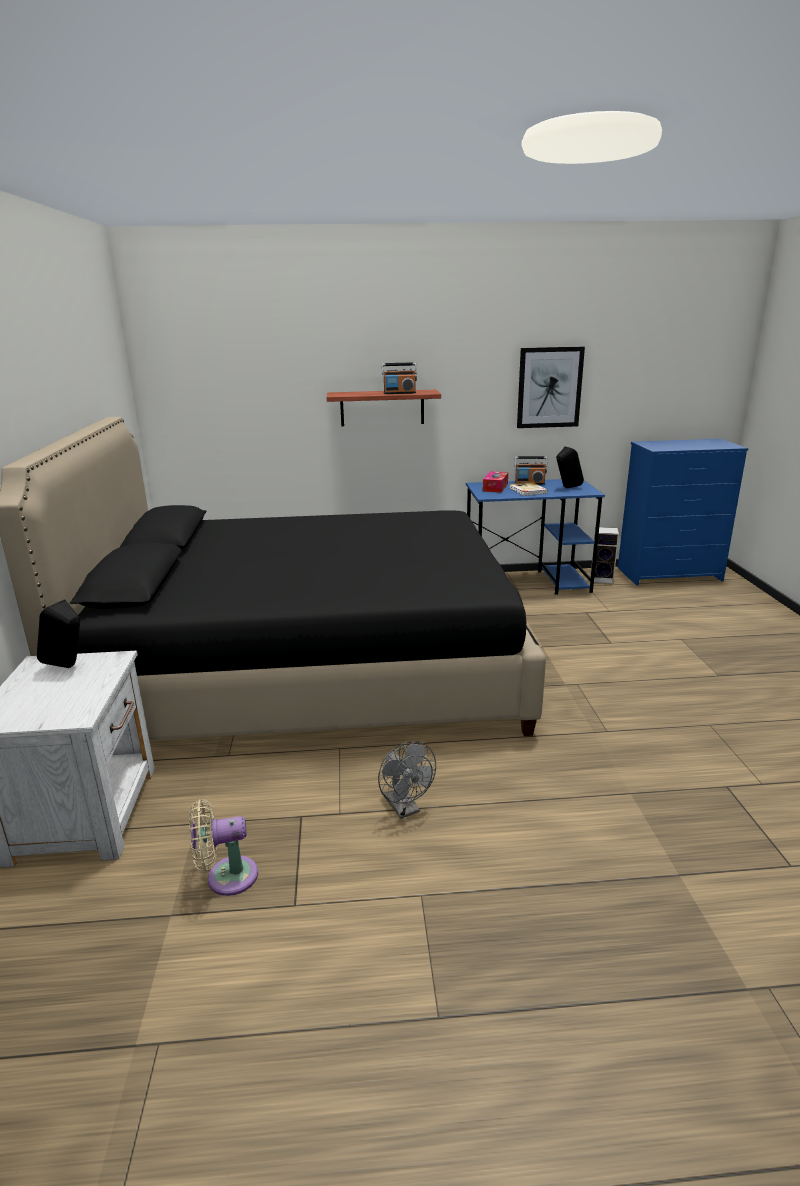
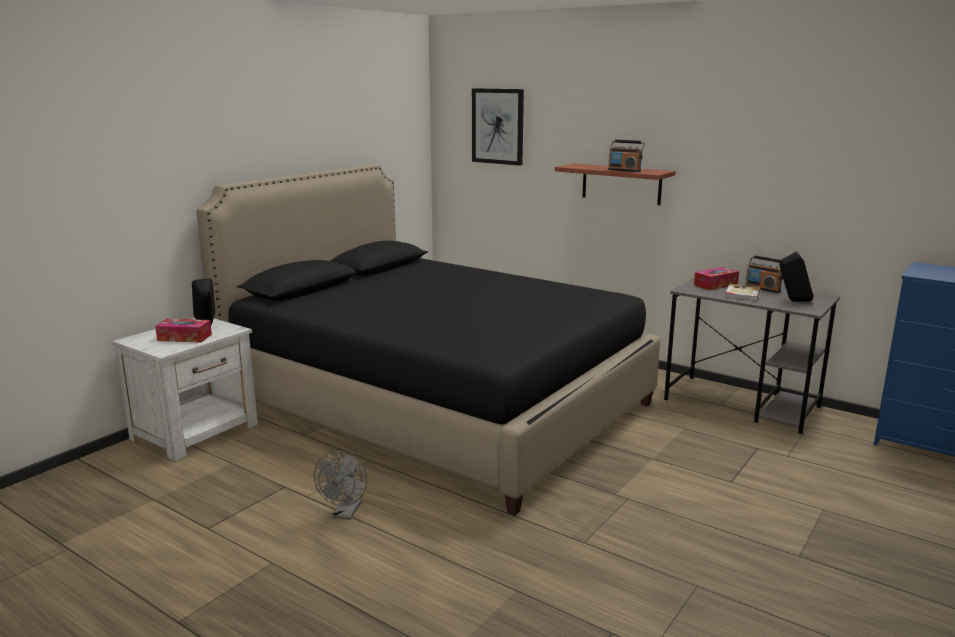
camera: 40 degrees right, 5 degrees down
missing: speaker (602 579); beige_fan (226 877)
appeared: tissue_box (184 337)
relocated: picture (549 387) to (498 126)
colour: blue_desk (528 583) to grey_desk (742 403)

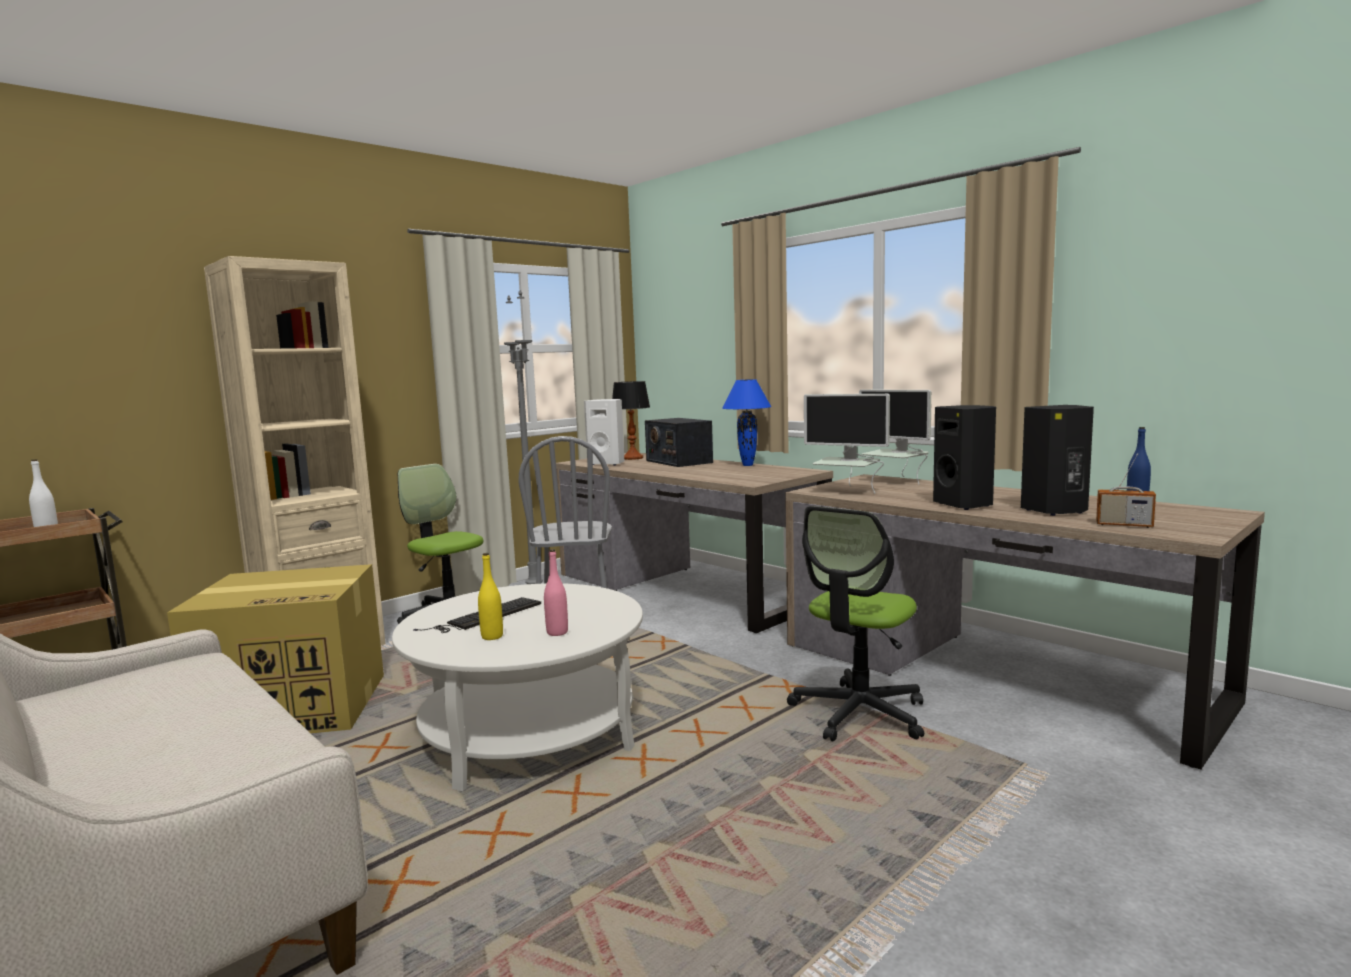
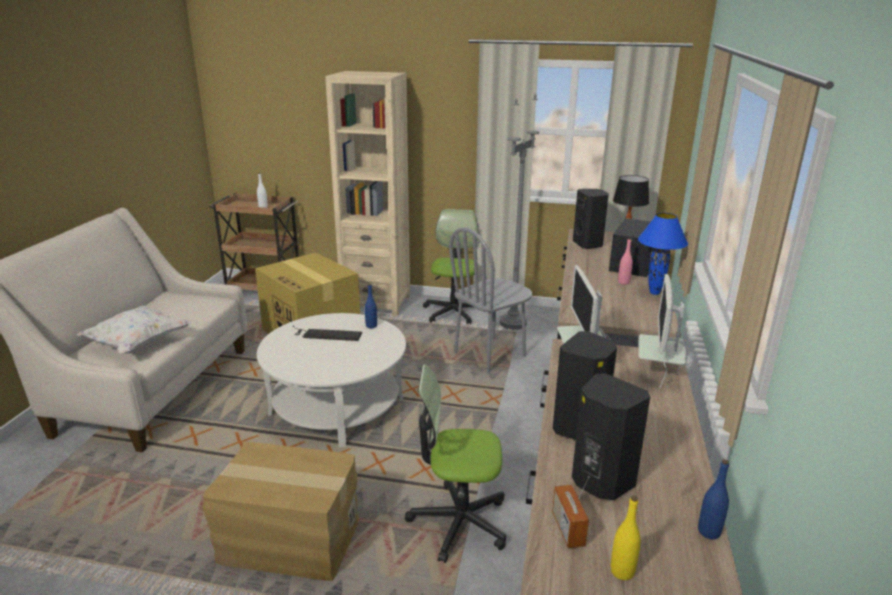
camera: 55 degrees right, 15 degrees up
appeared: blue_bottle (371 326); white_pillow (138 344); cardboard_box (289 541)
relocated: pink_bottle (557 632) to (623 282); yellow_bottle (492 636) to (622 571)
colour: white_speaker (607 463) to black_speaker (588 244)

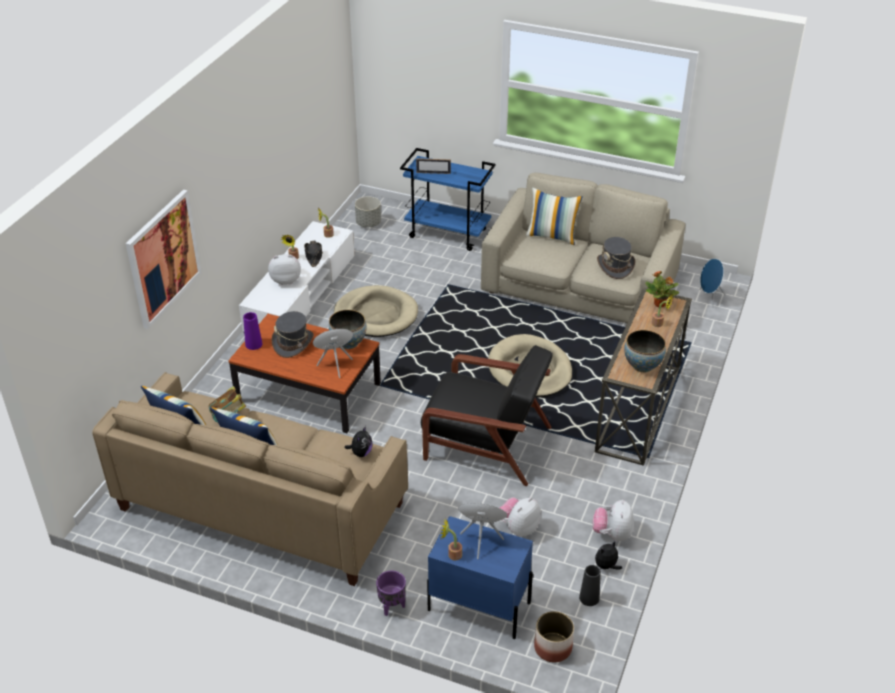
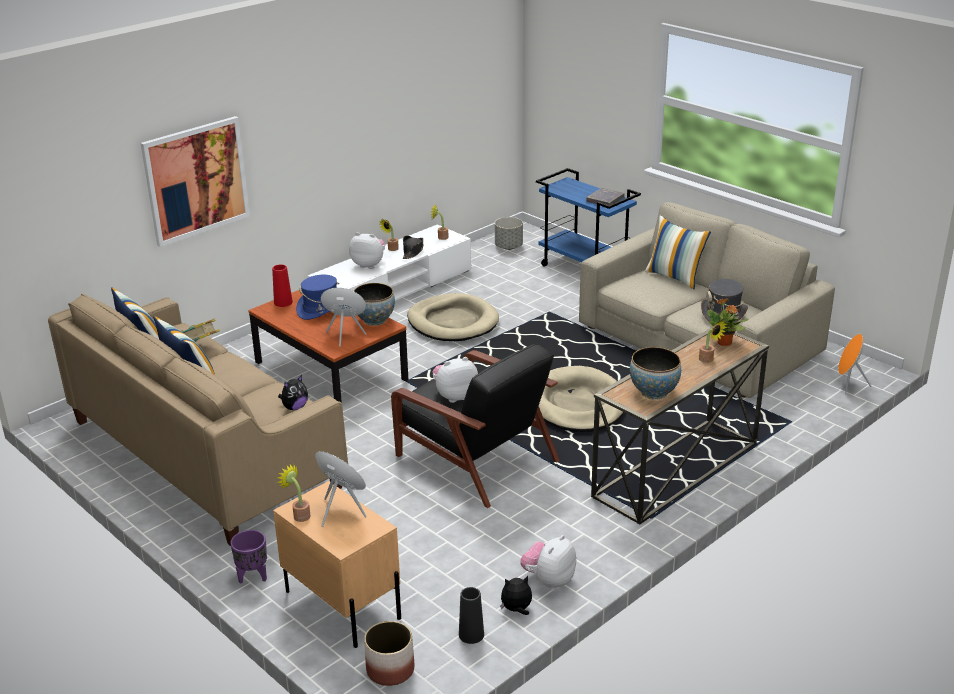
camera: 25 degrees right, 10 degrees down
missing: picture_frame (433 173)
appeared: grey_book (605 200)
relocated: plush_toy (518 528) to (454 396)
colour: blue_speaker (709 298) to orange_speaker (848 385); grey_hat (293 343) to blue_hat (321 309); purple_vase (253 344) to red_vase (283 302); blue_nightstand (478 606) to beige_nightstand (342 604)

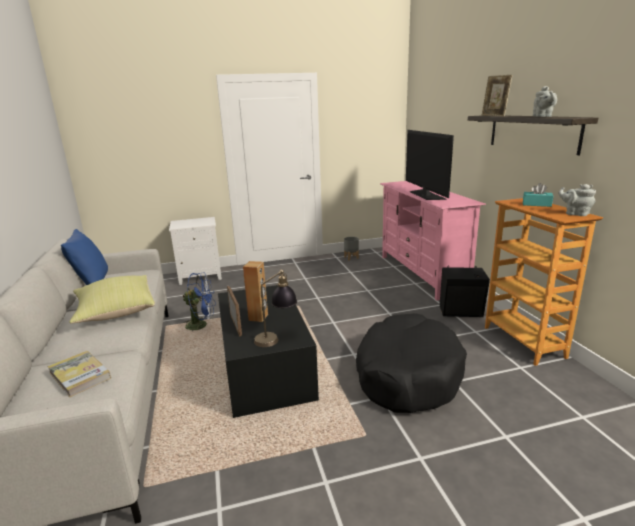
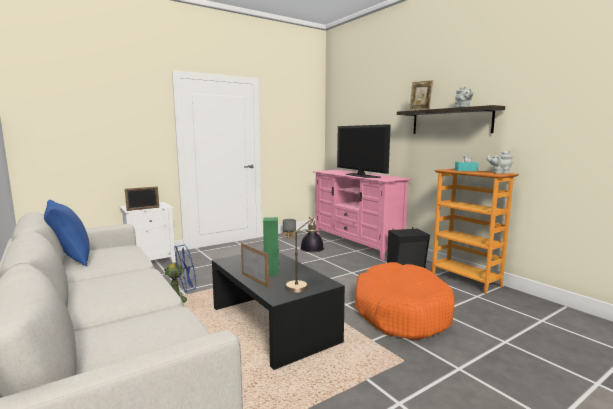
camera: 20 degrees left, 10 degrees down
missing: yellow_pillow (115 312); book (80 375)
appeared: picture_frame (143 209)
colour: brown_speaker (258 317) to green_speaker (271 272); black_dog_bed (407 374) to orange_dog_bed (400 312)

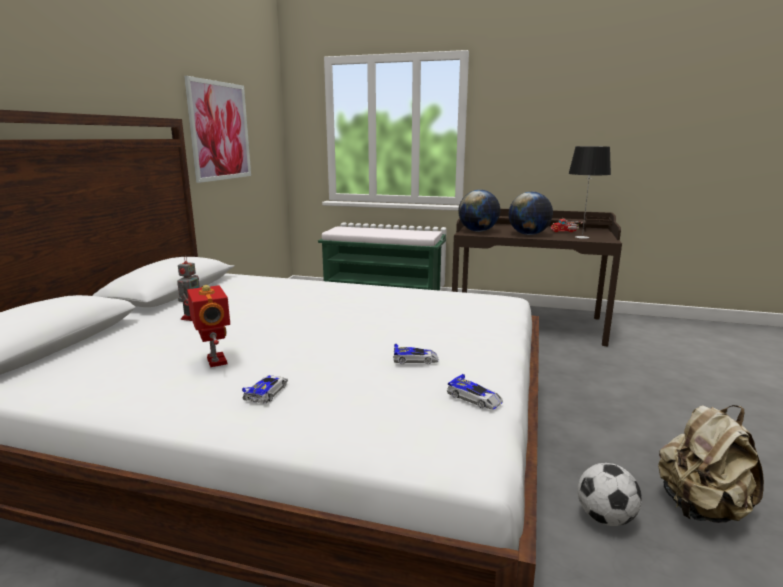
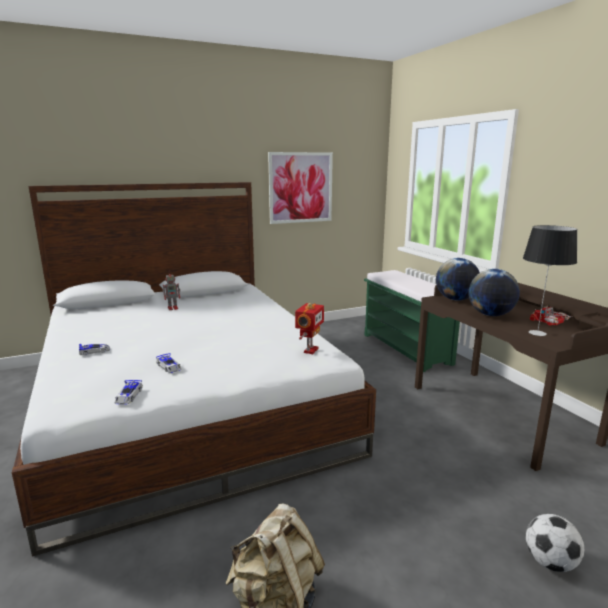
camera: 50 degrees right, 0 degrees up
relocated: toy_robot (215 361) to (309 350); football (605 518) to (550 562)

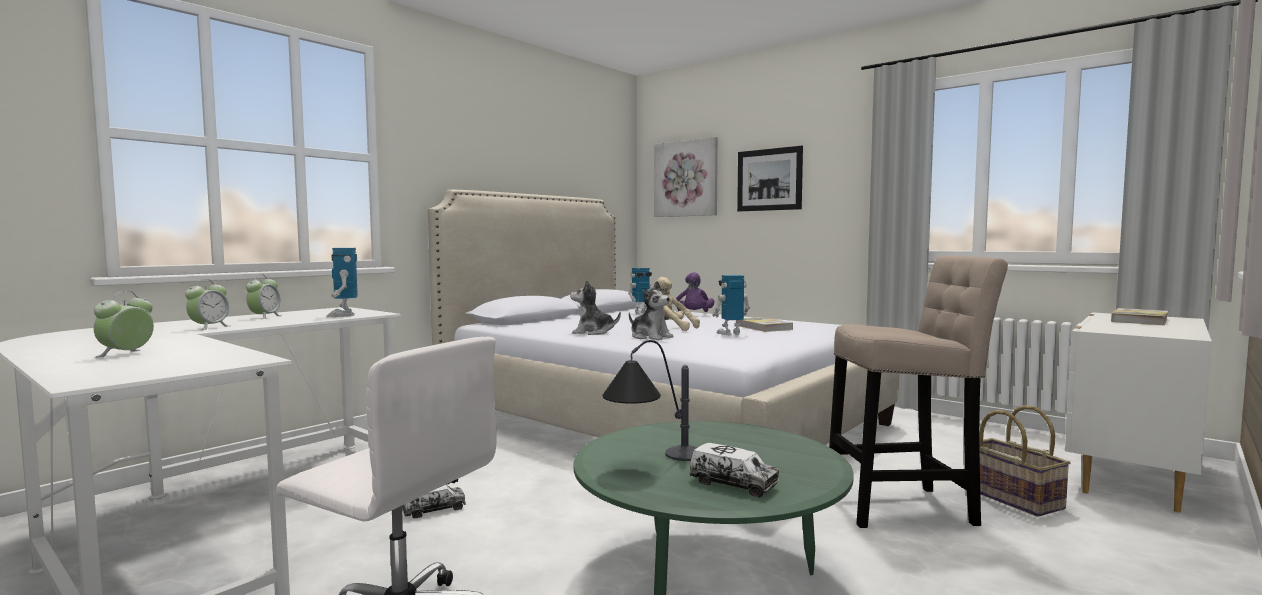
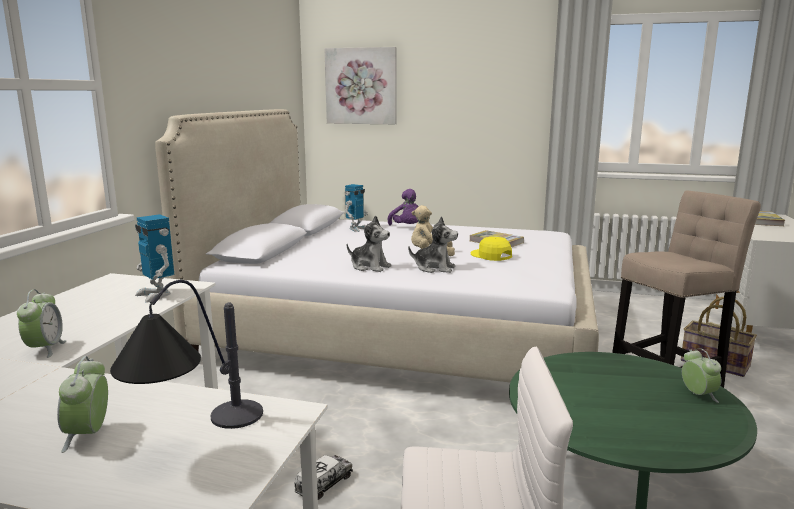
camera: 25 degrees left, 10 degrees up
missing: picture (769 179); toy_truck (733 484)
relocated: alarm_clock (264 317) to (698 395); table_lamp (652 462) to (195 440)
exchanged: toy_robot (731 334) to yellow_cap (491 255)
spun: plush_toy (593 332) = (370 267) 135 degrees counterclockwise

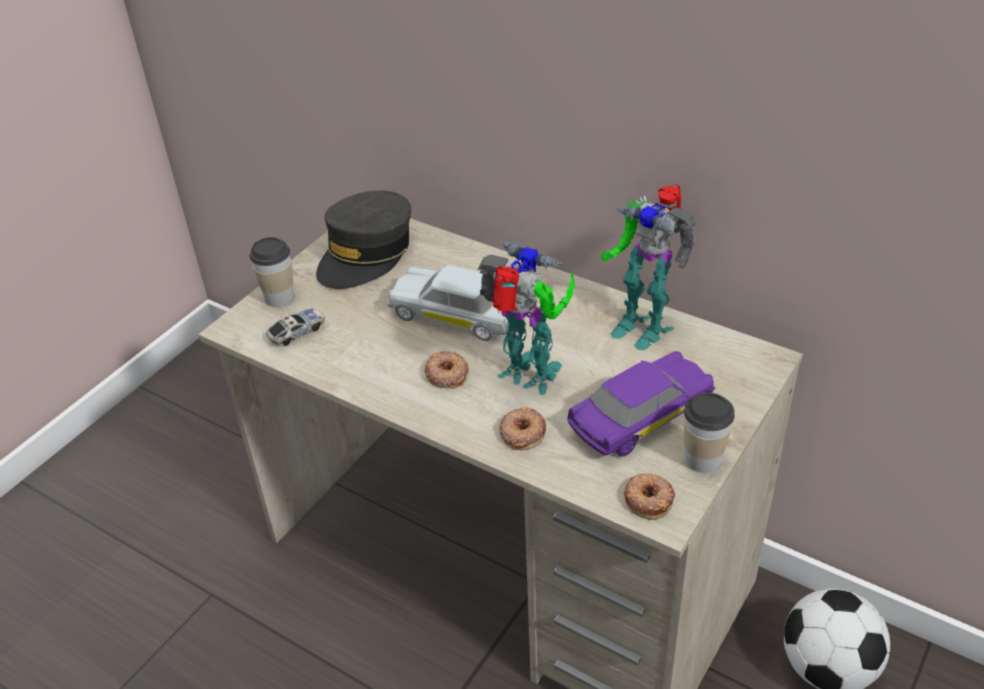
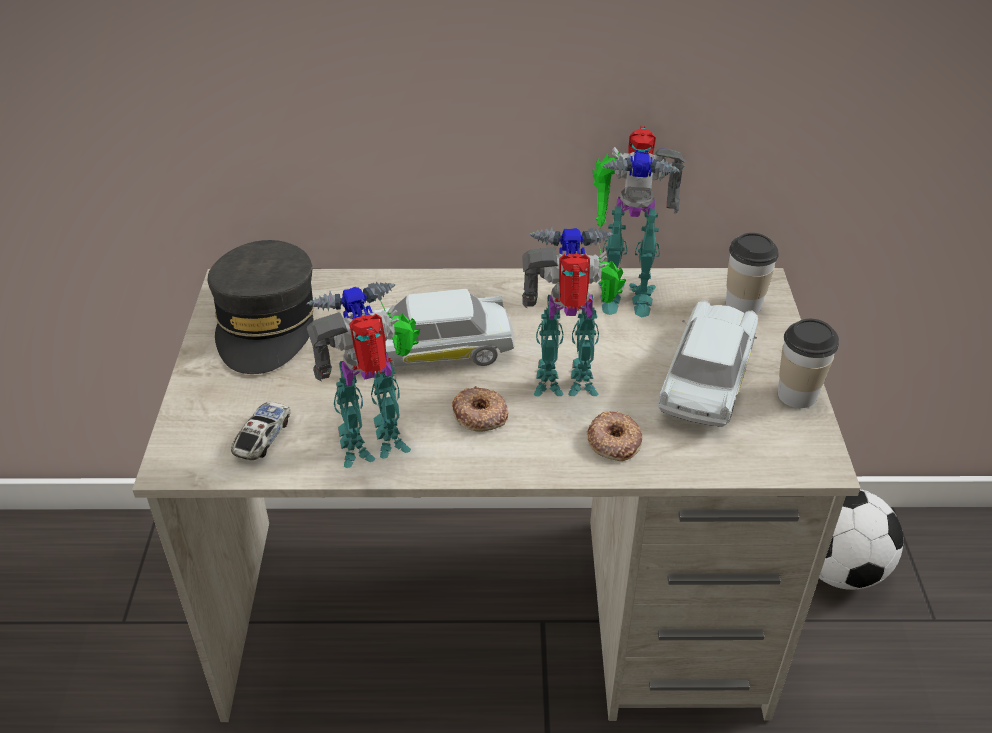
camera: 35 degrees left, 0 degrees up
missing: donut (649 499)
appeared: toy_robot (376 445)
relocated: cup (279 297) to (743 304)
colour: purple_toy_car (641 417) to white_toy_car (707 378)

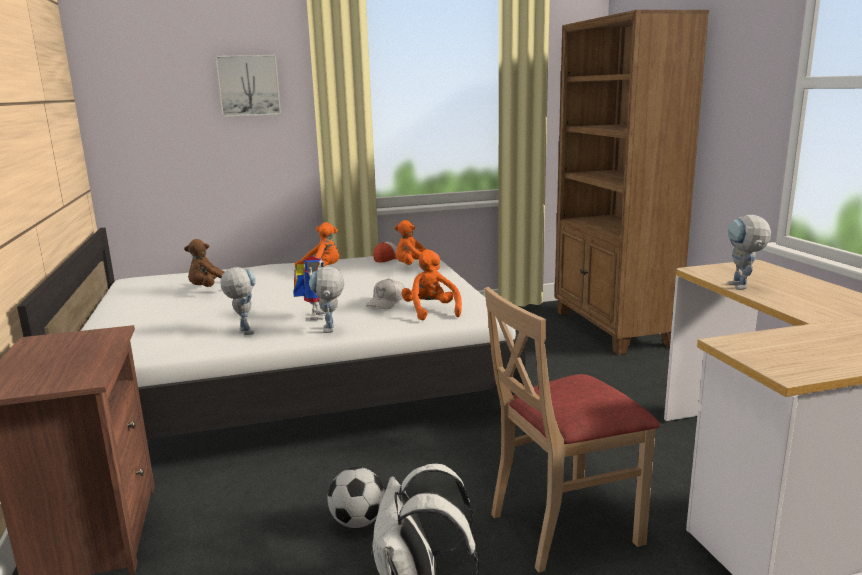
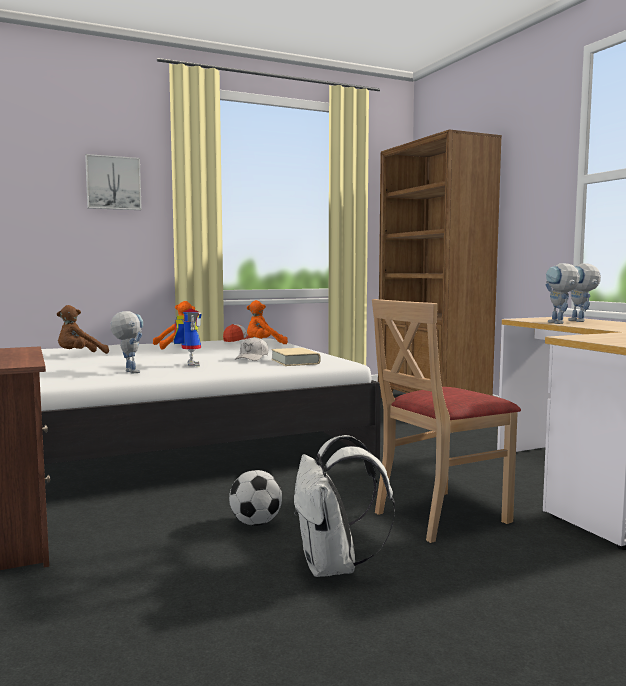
camera: 10 degrees left, 10 degrees down
relocated: toy_robot (330 331) to (581 321)
exchanged: orange_plush_toy (431 311) to beige_book (295 362)

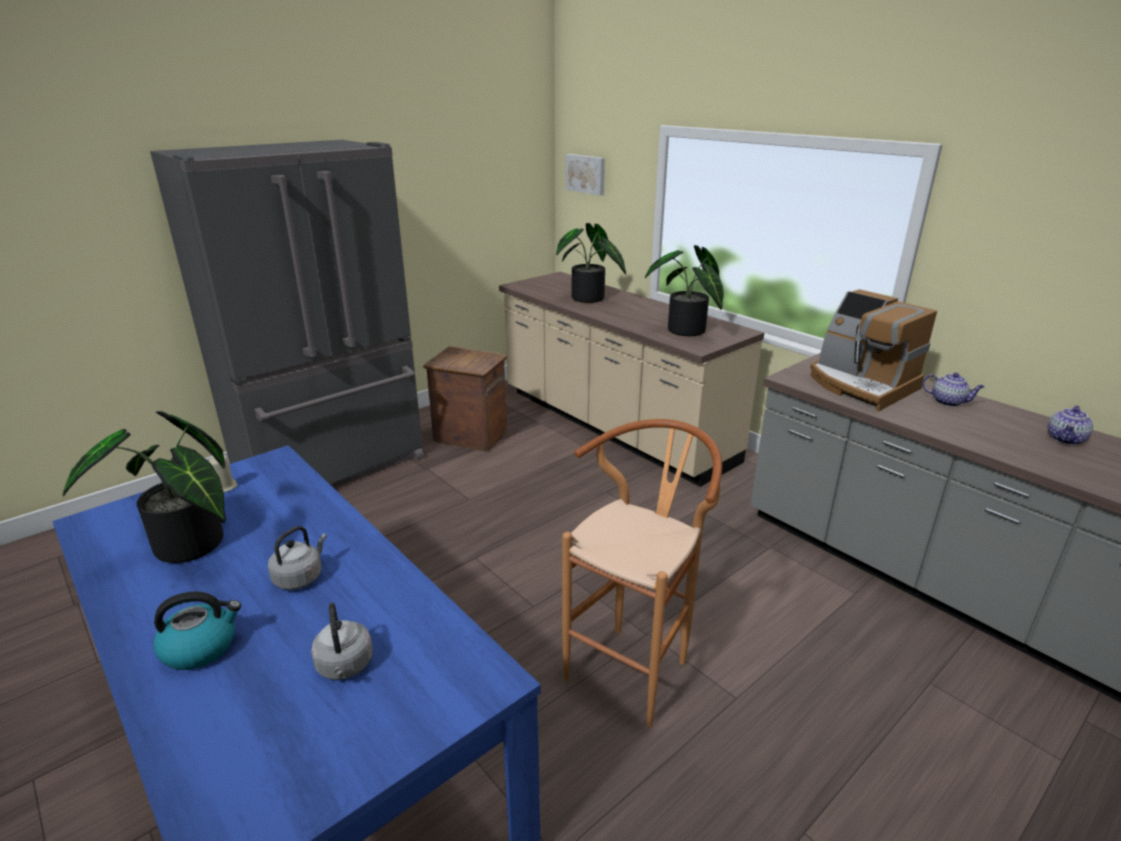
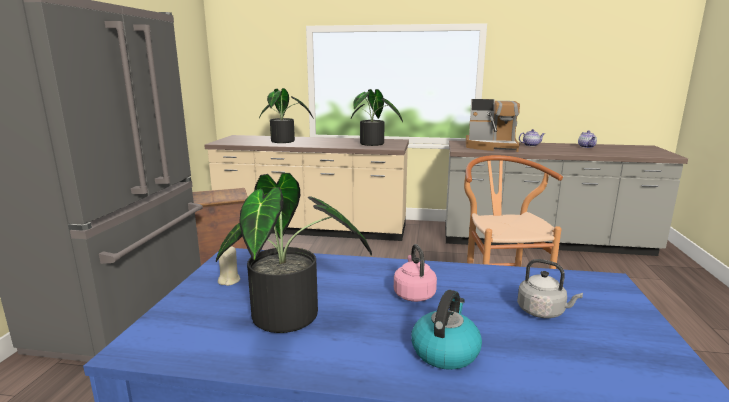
camera: 40 degrees left, 10 degrees down
missing: picture (586 174)
colour: grey_kettle (300 577) to pink_kettle (413 294)

